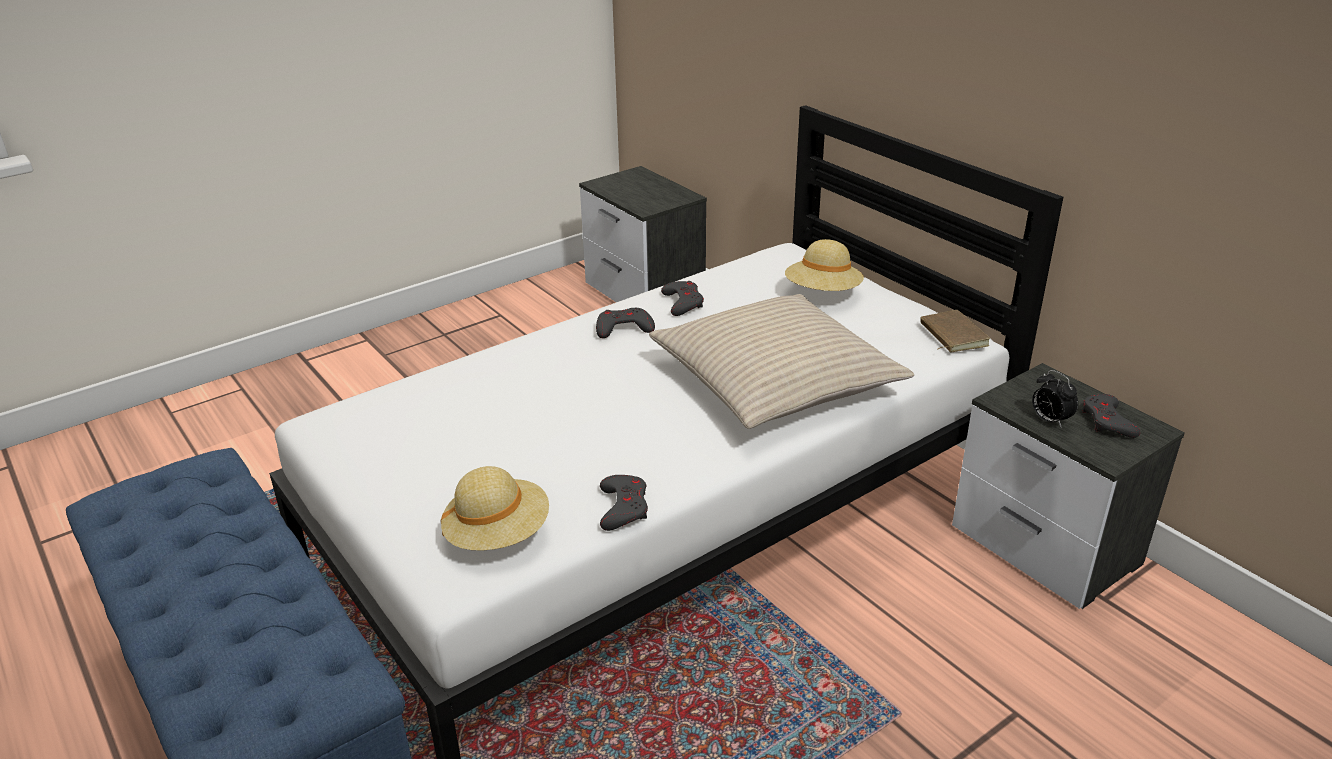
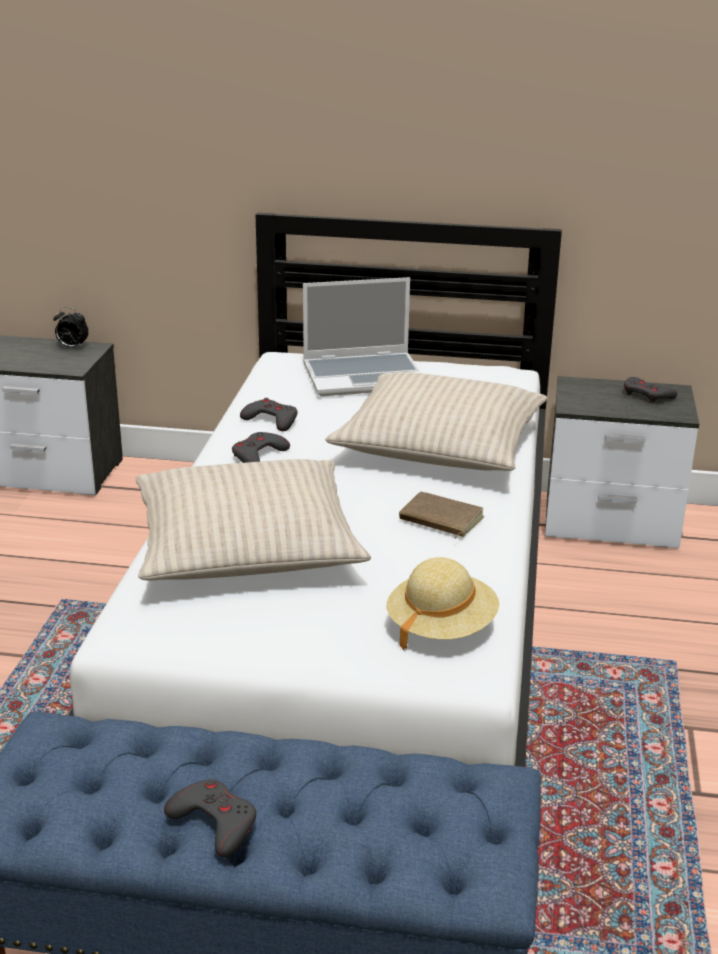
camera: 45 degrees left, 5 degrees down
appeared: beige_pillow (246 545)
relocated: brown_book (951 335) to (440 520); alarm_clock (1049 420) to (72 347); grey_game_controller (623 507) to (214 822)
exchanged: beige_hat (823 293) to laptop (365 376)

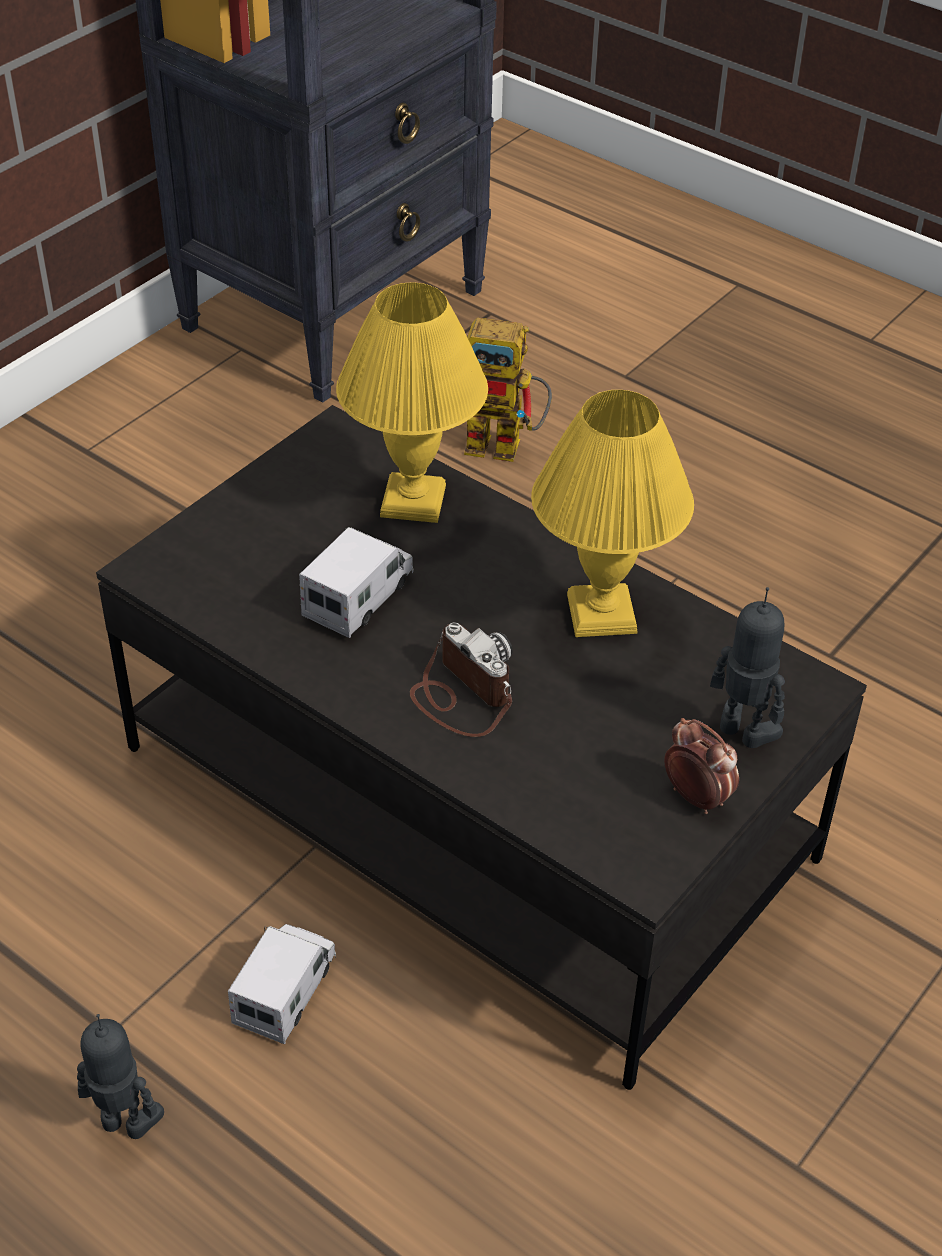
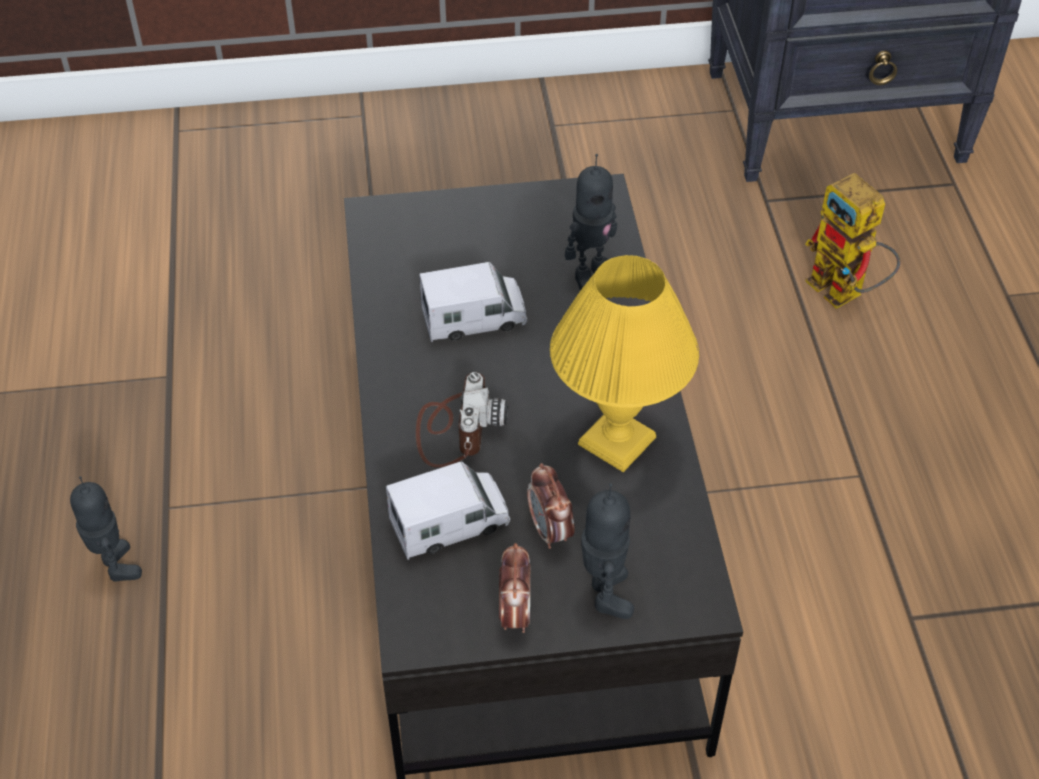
camera: 45 degrees right, 5 degrees up
appeared: alarm_clock (550 531)
relocated: toy_truck (285 991) to (450 524)
exchanged: yellow_table_lamp (412 499) to toy_robot (591 274)

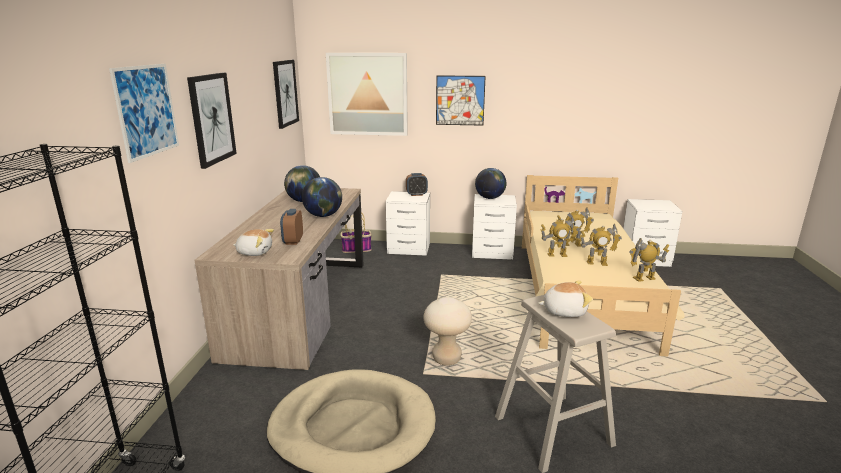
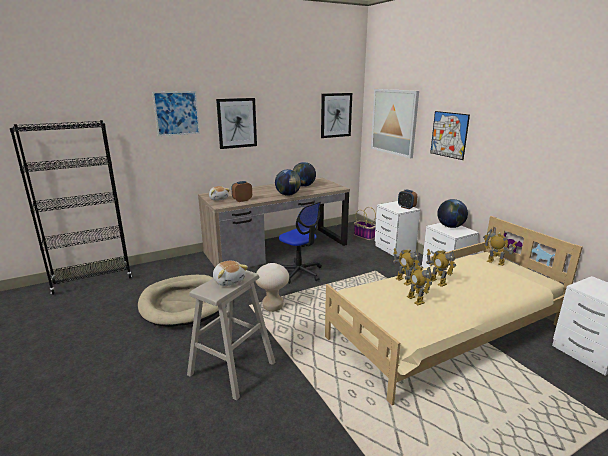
camera: 55 degrees right, 0 degrees up
appeared: office_chair (300 273)
relocated: toy_robot (644 278) to (495 262)

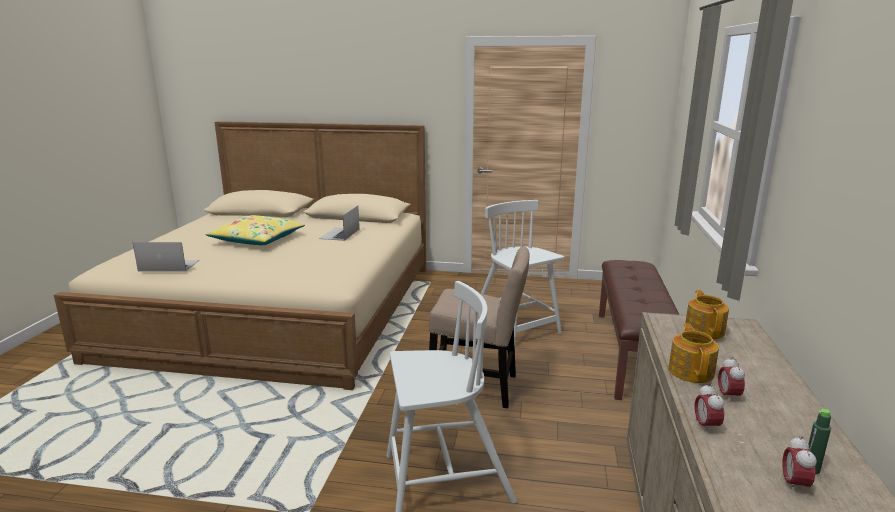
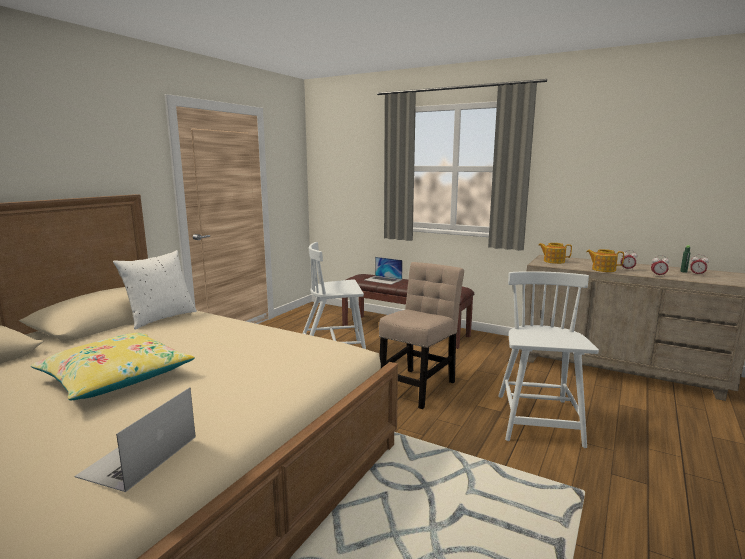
camera: 70 degrees left, 5 degrees down
appeared: white_pillow (160 318)
relocated: laptop (339 234) to (383 280)

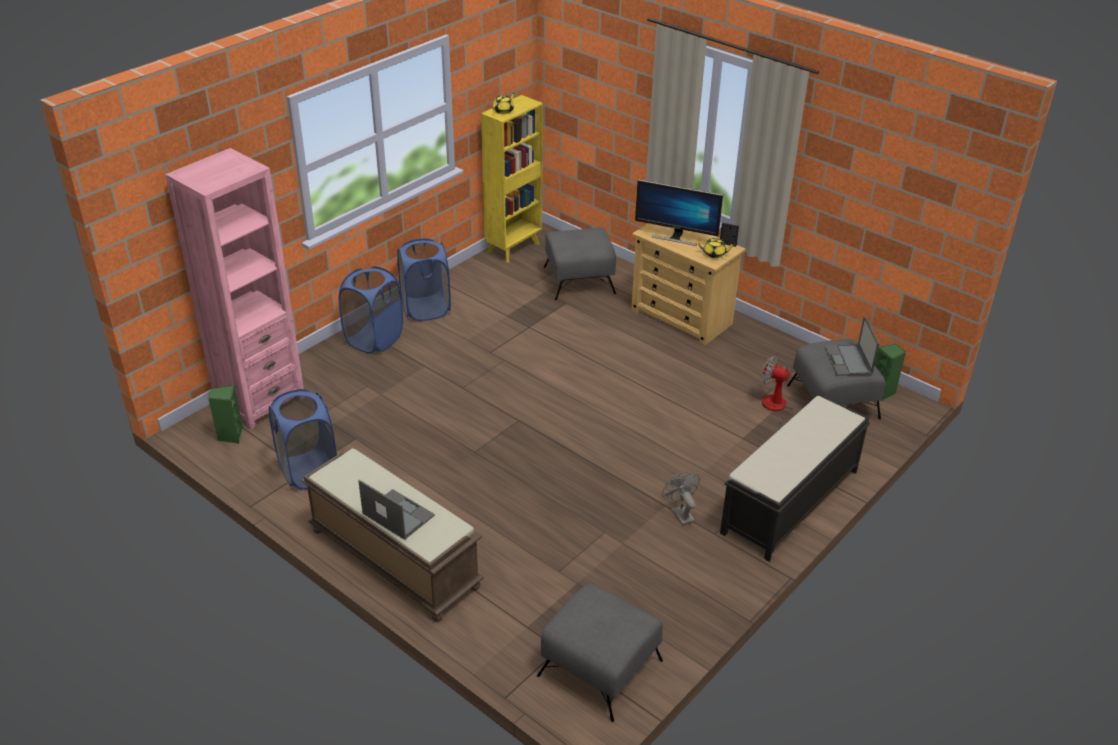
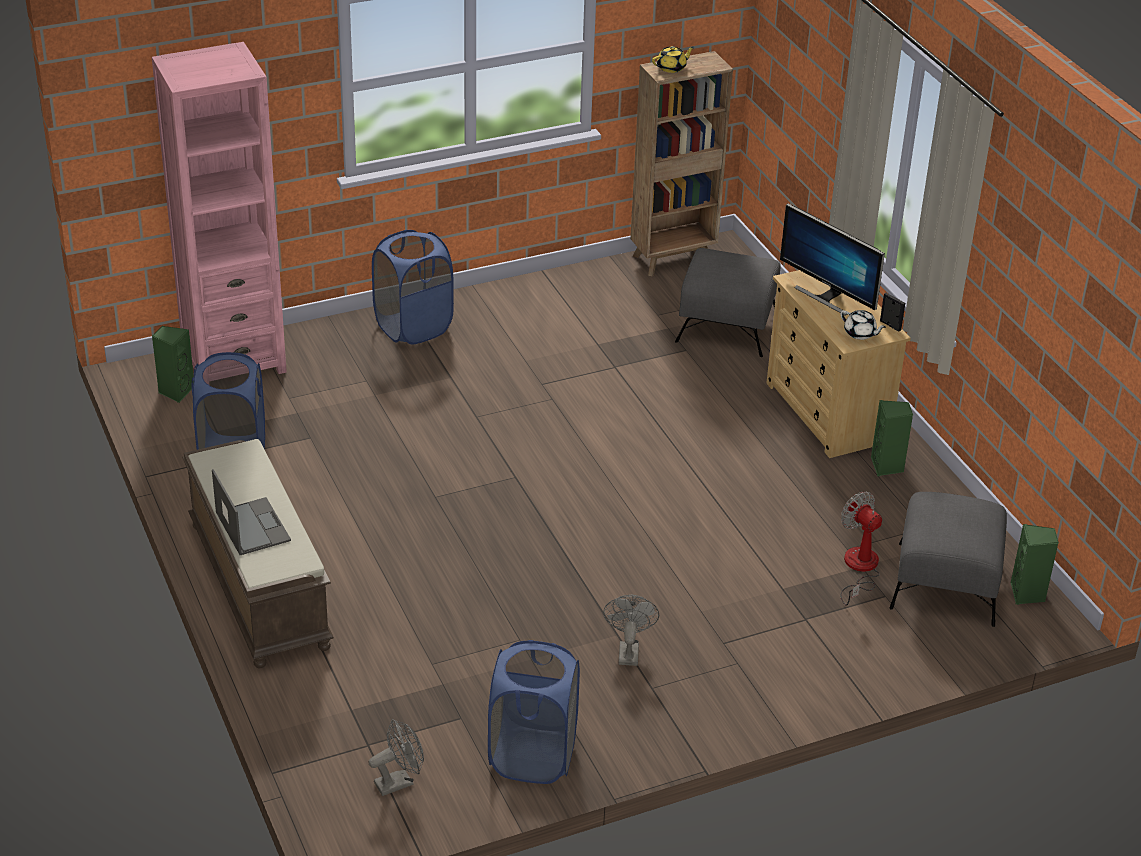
camera: 25 degrees right, 0 degrees up
missing: laptop (848 361); black_bench (789 502)
appeared: green_speaker (887 466)
relocated: blue_laundry_basket (426 309) to (532 756)
exchanged: grey_ottoman (599 667) to grey_fan (399 781)
colour: yellow_bookcase (514 247) to brown_bookcase (673 259); yellow_teapot (714 254) to white_teapot (860 333)

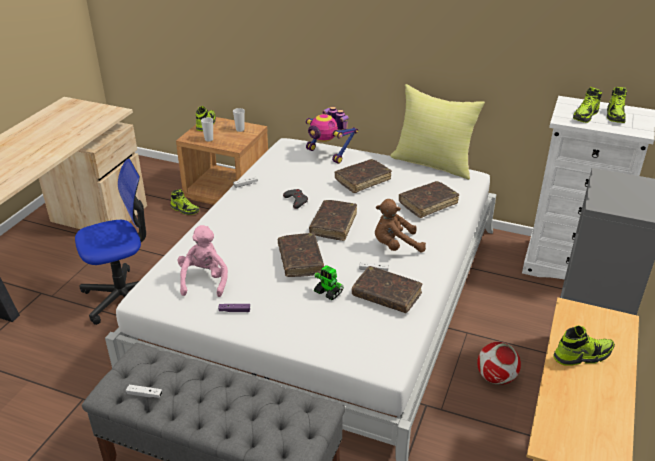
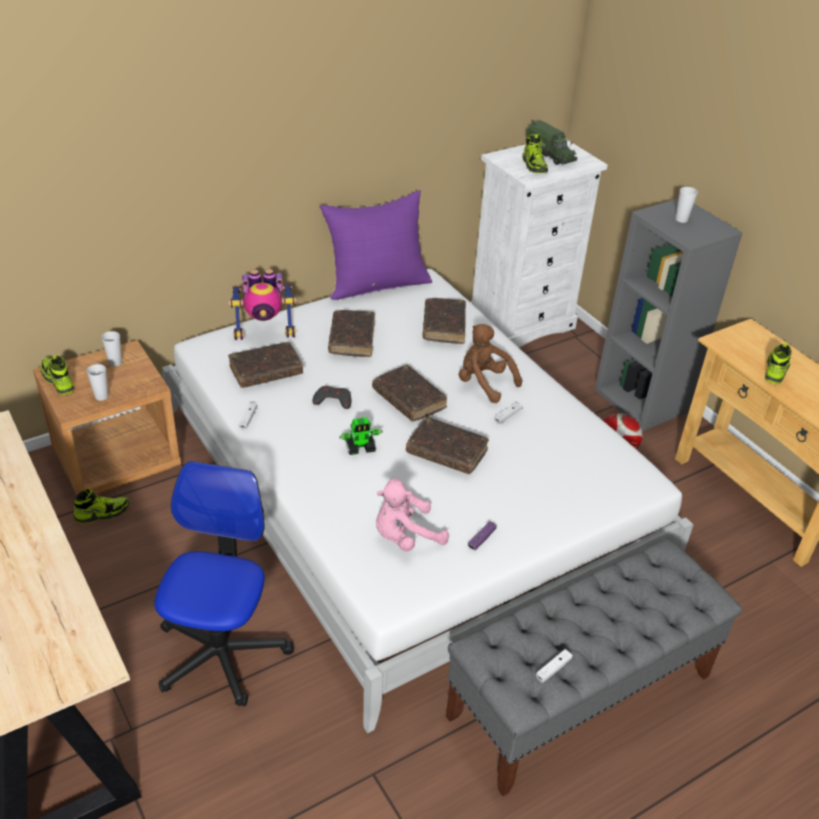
camera: 55 degrees left, 5 degrees up
appeared: cup (681 219)
relocated: toy_robot (328 292) to (360 448); brown_book (386 295) to (266 371)
exchanged: shoe (615 115) to toy_truck (550 155)
colour: yellow_pillow (433 163) to purple_pillow (377 284)
spun: brown_plush_toy (395 246) = (484 383) 105 degrees clockwise; pink_plush_toy (204 280) = (405 537) 60 degrees counterclockwise

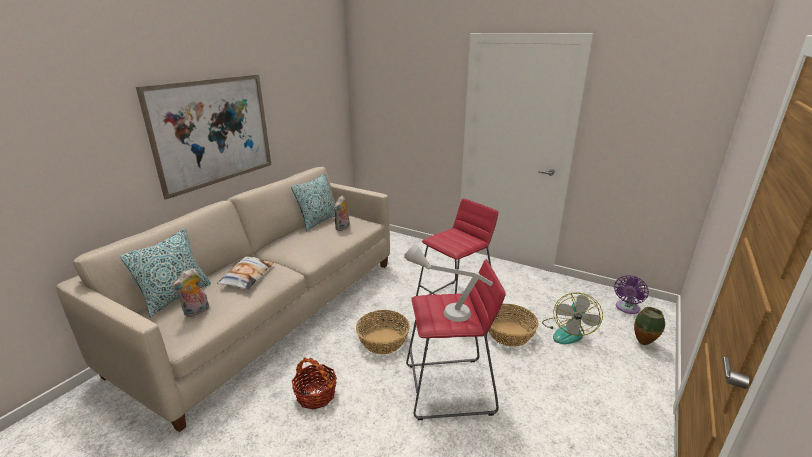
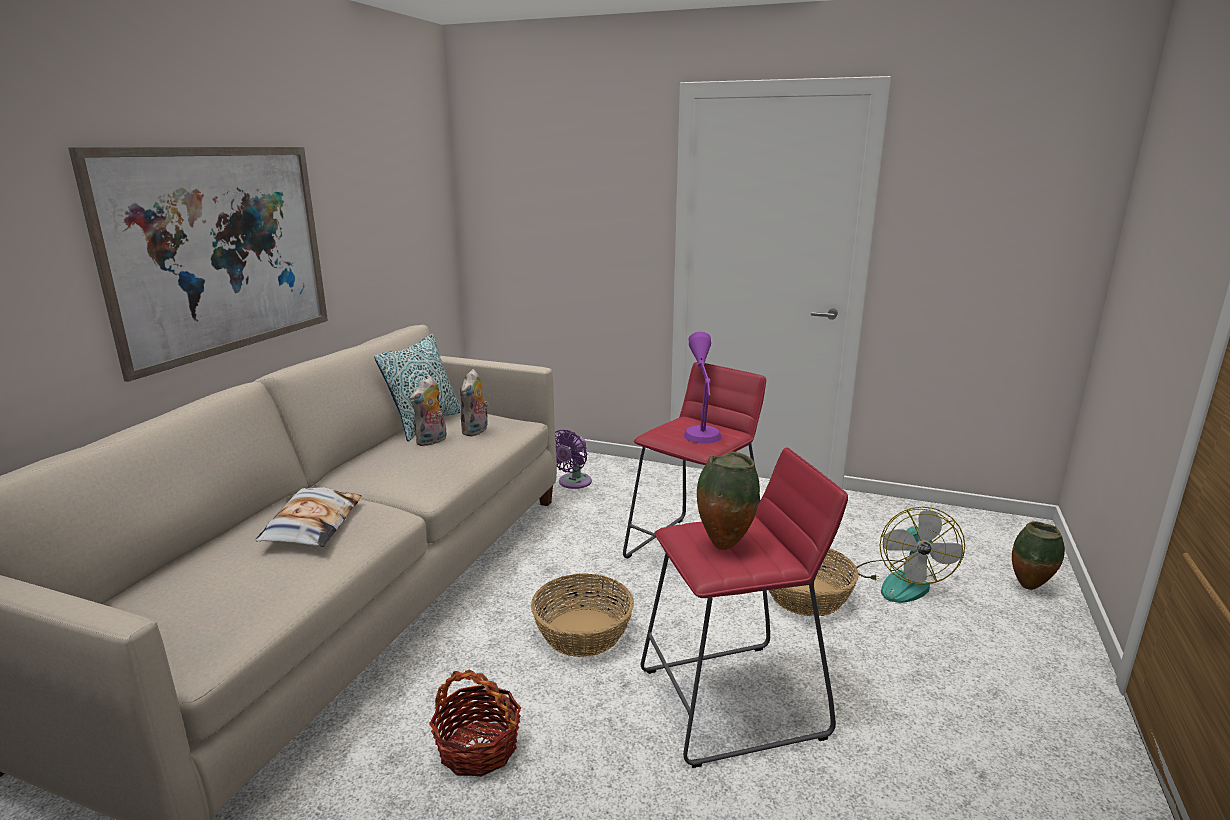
camera: 10 degrees left, 5 degrees down
missing: pillow (176 297)
appeared: purple_table_lamp (701 429)
relocated: plush_toy (196 312) to (432 441); purple_fan (626 308) to (573 483)
exchanged: grey_table_lamp (443 309) to vase (724 545)

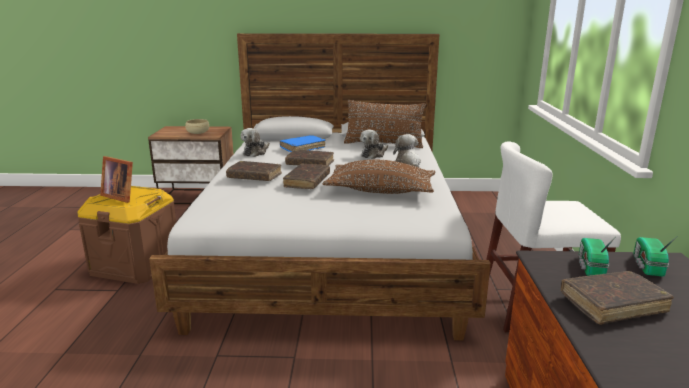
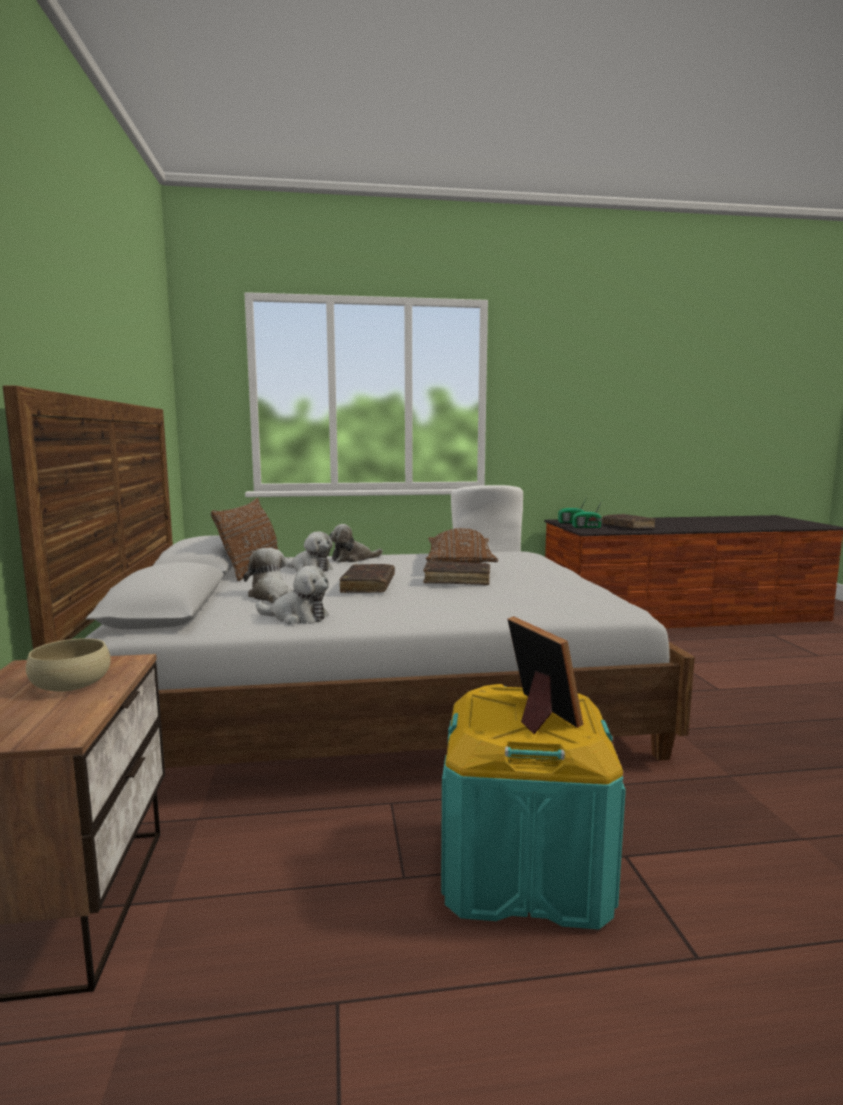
camera: 100 degrees left, 10 degrees down
missing: brown_book (254 177)
exchanged: blue_book (302 148) to plush_toy (270 596)
colour: brown_storage_box (136 264) to turquoise_storage_box (524 870)
spun: picture_frame (121 196) = (538 714) 45 degrees counterclockwise

